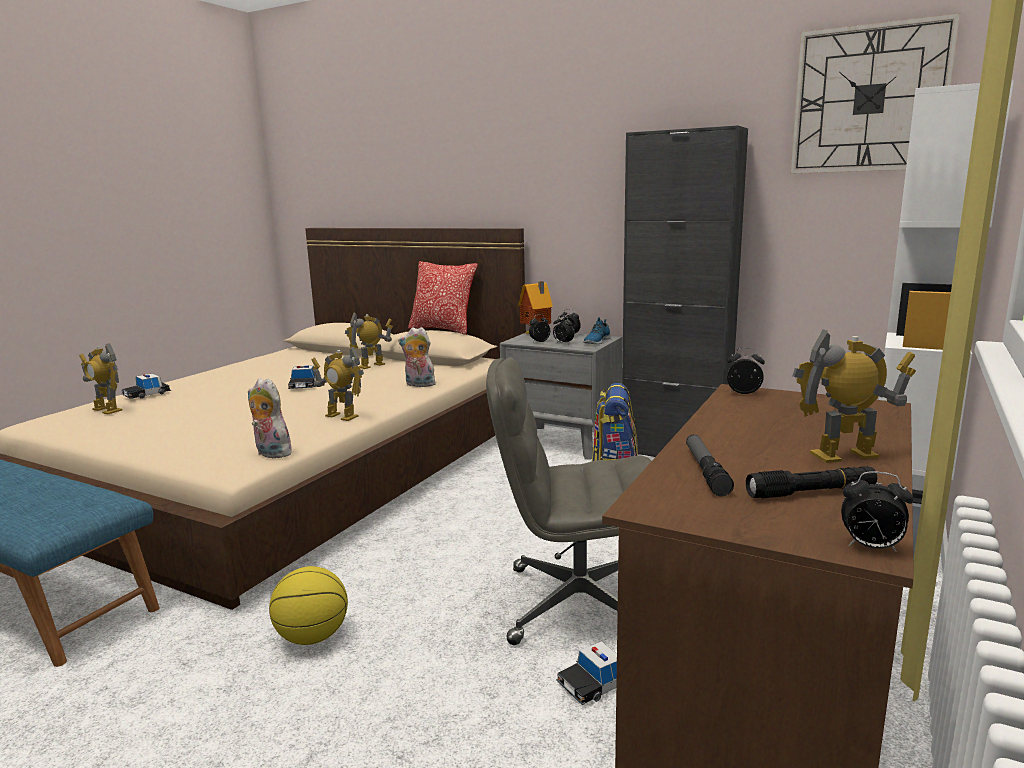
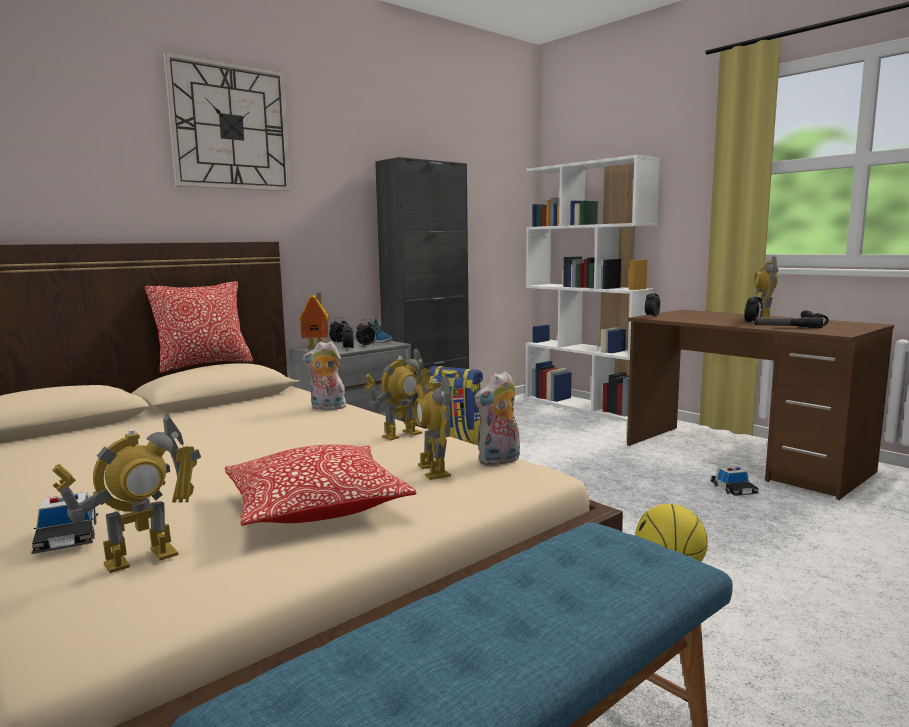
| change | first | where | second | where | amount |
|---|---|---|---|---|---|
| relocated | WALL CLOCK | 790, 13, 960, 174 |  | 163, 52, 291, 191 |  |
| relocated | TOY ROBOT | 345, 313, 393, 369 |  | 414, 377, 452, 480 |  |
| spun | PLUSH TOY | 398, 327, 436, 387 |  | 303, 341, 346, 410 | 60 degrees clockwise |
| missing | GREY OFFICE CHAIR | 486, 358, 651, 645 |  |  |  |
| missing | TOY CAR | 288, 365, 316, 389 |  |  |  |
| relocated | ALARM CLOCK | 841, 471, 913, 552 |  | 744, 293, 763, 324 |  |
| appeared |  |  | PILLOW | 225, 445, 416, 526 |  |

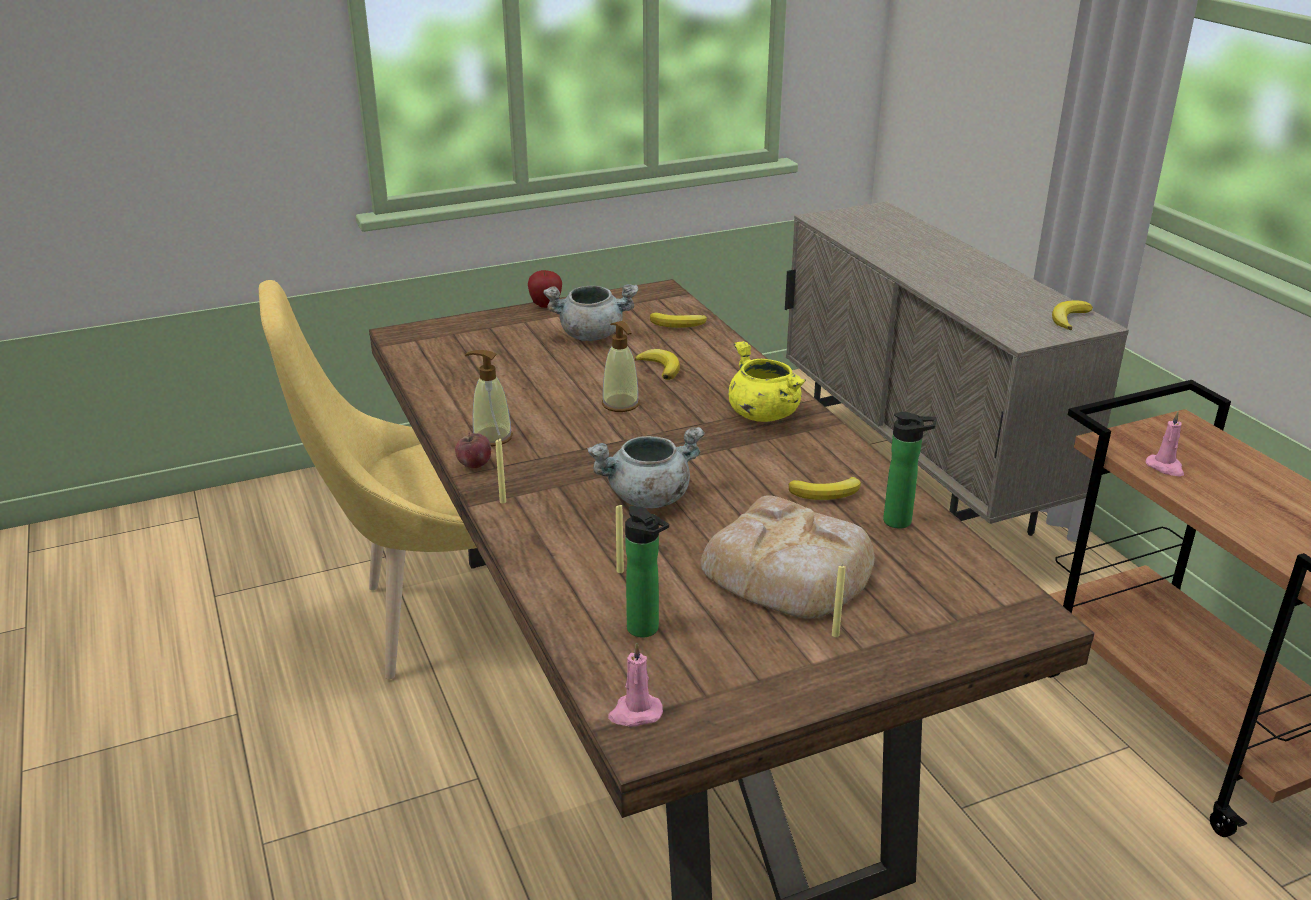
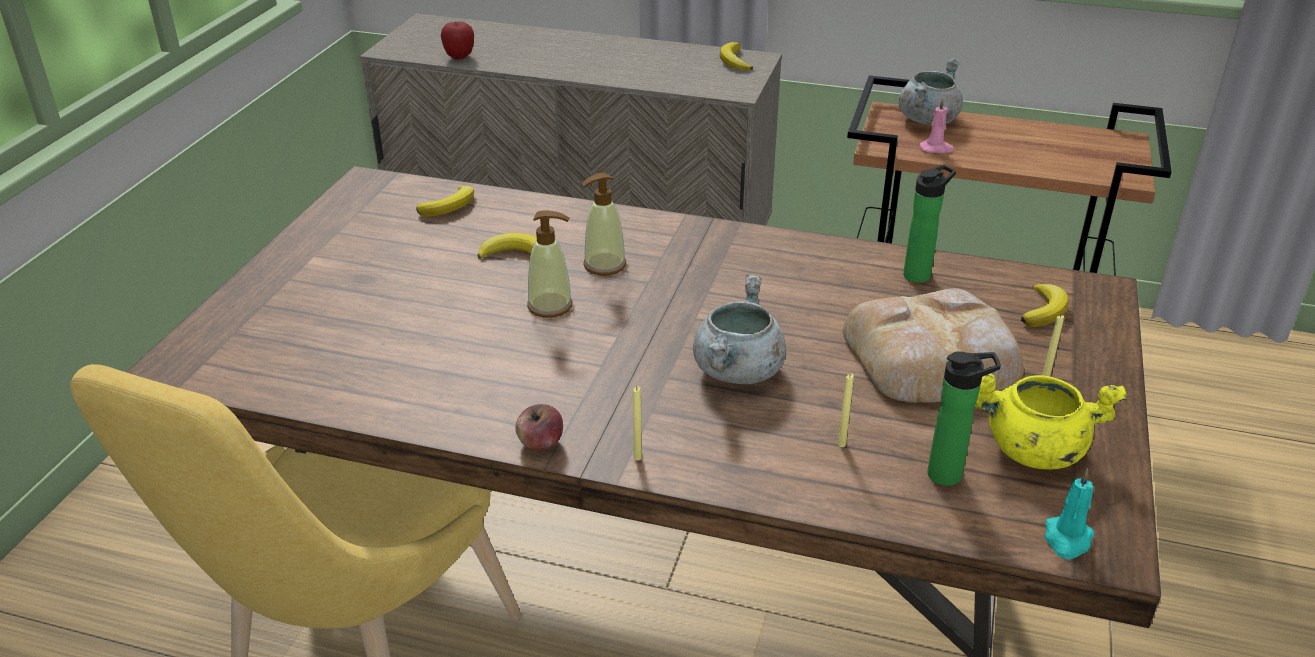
| change | first | where | second | where | amount |
|---|---|---|---|---|---|
| relocated | APPLE | 528, 270, 562, 308 |  | 441, 22, 474, 59 |  |
| relocated | GREY COOKING POT | 544, 285, 638, 341 |  | 899, 58, 963, 125 |  |
| relocated | YELLOW COOKING POT | 728, 341, 806, 422 |  | 975, 373, 1127, 470 |  |
| relocated | SOAP DISPENSER | 465, 350, 513, 446 |  | 581, 173, 626, 275 |  |
| relocated | BANANA | 789, 477, 861, 500 |  | 1021, 284, 1068, 327 |  |
| colour | PINK CANDLE | 608, 642, 663, 727 | TURQUOISE CANDLE | 1045, 468, 1094, 559 |  |

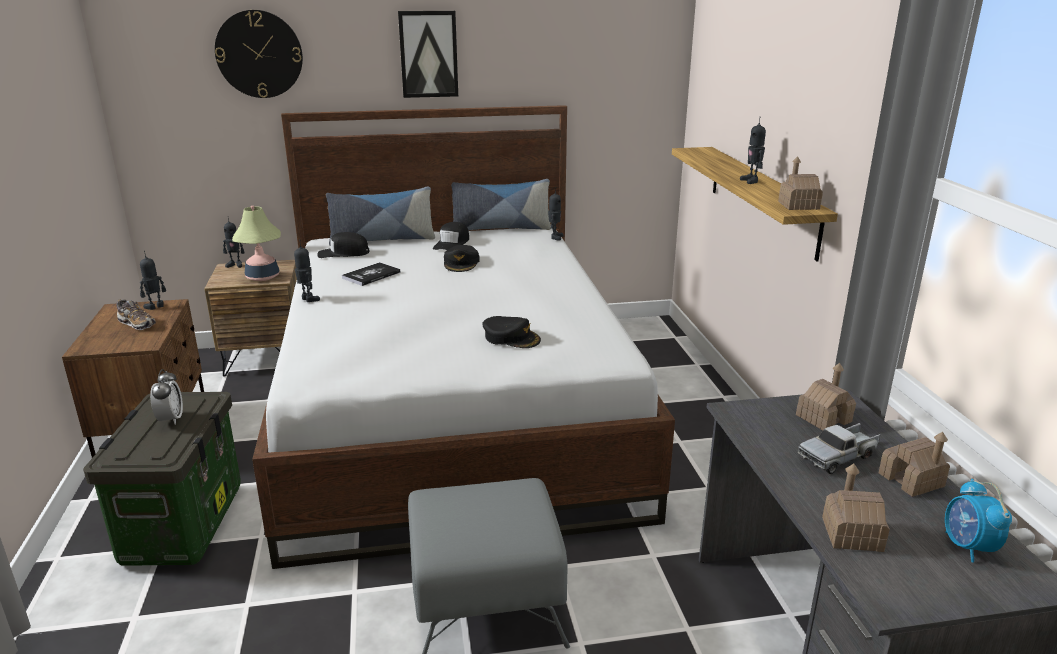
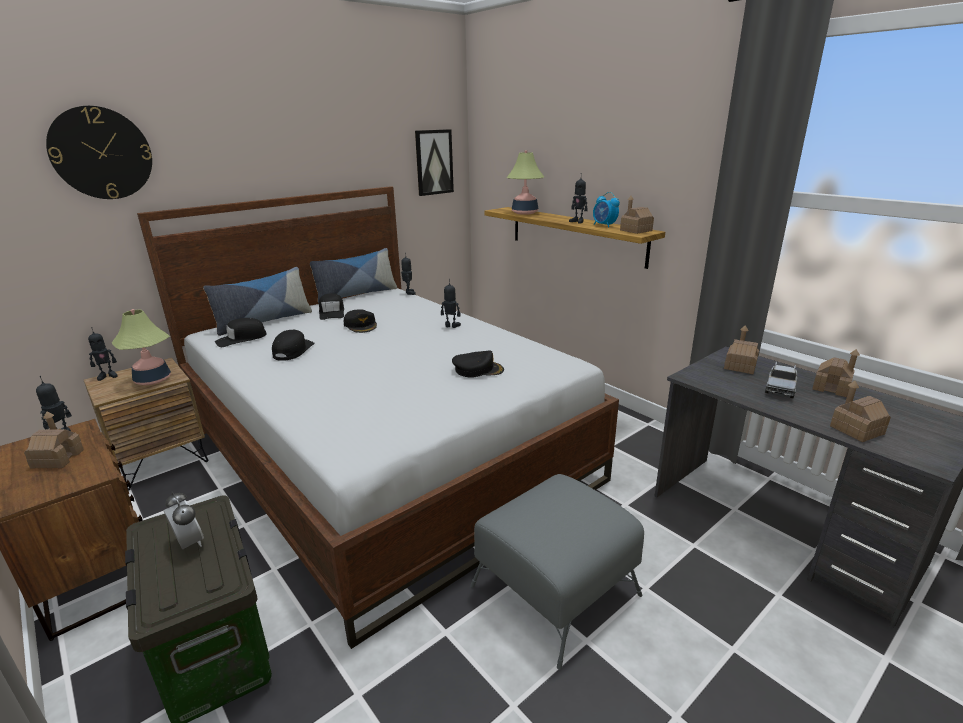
| change | first | where | second | where | amount |
|---|---|---|---|---|---|
| relocated | PICTURE | 398, 11, 458, 98 |  | 415, 129, 454, 196 |  |
| relocated | TOY ROBOT | 294, 240, 320, 302 |  | 441, 282, 461, 328 |  |
| exchanged | BOOK | 342, 262, 400, 286 | BLACK CAP | 272, 330, 315, 361 |  |
| exchanged | SHOE | 116, 299, 156, 330 | TOY HOUSE | 24, 411, 84, 469 |  |
| relocated | ALARM CLOCK | 945, 479, 1012, 563 |  | 593, 192, 620, 228 |  |
| appeared |  |  | TABLE LAMP | 507, 150, 544, 215 |  |

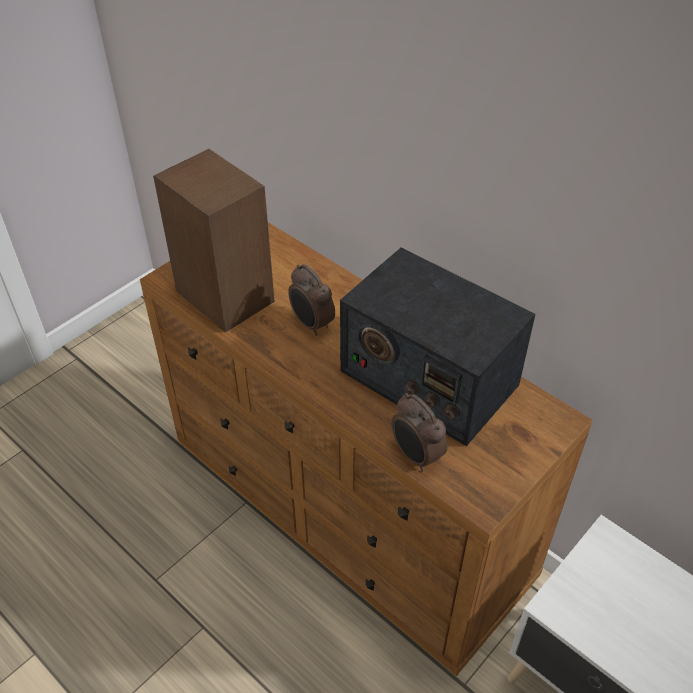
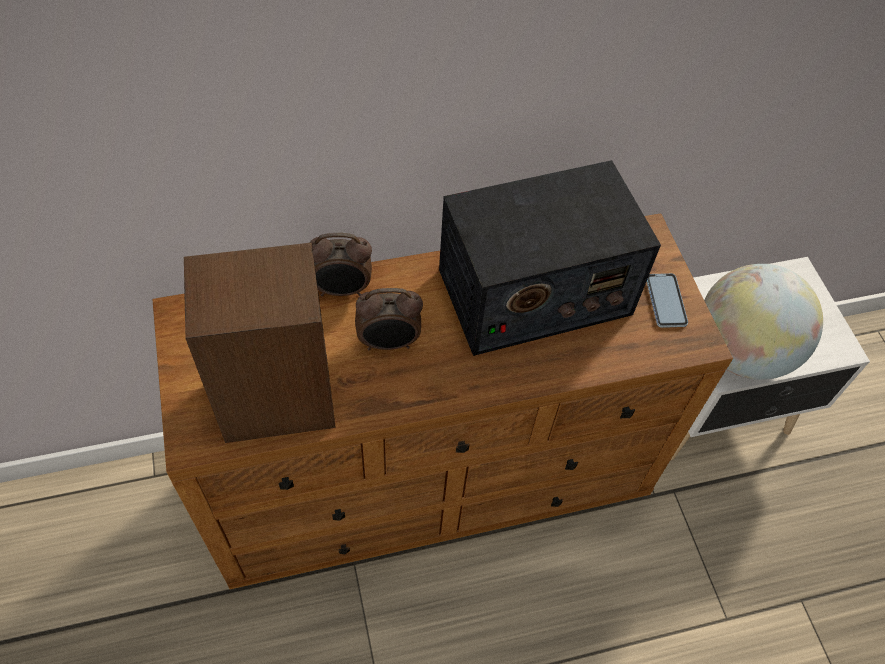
| change | first | where | second | where | amount |
|---|---|---|---|---|---|
| relocated | ALARM CLOCK | 391, 393, 447, 471 |  | 309, 233, 372, 296 |  |
| appeared |  |  | GLOBE | 704, 264, 823, 380 |  |
| appeared |  |  | PHONE | 646, 273, 688, 328 |  |

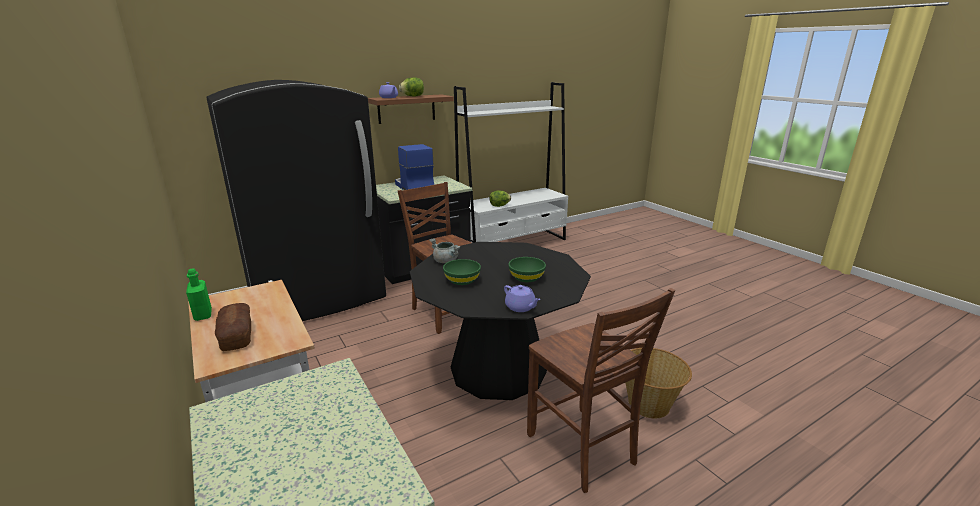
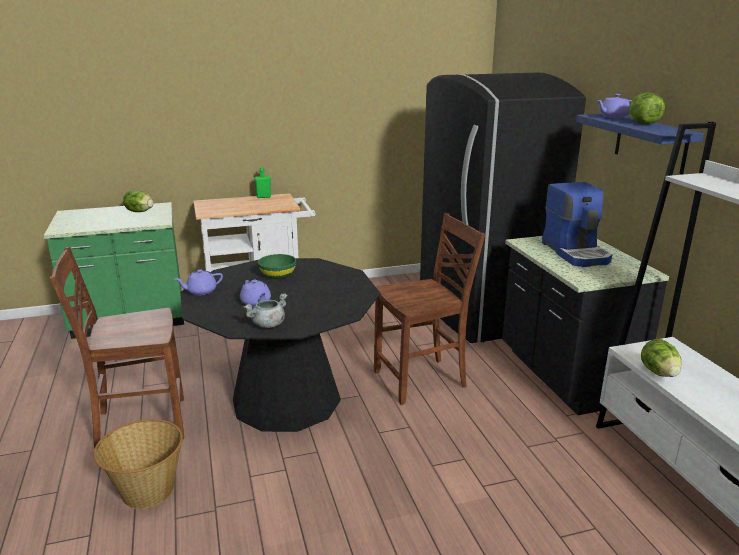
| change | first | where | second | where | amount |
|---|---|---|---|---|---|
| colour | BROWN SHELF | 368, 94, 454, 124 | BLUE SHELF | 576, 114, 704, 174 |  |
| spun | COFFEE MACHINE | 395, 144, 434, 190 |  | 542, 182, 612, 267 | 90 degrees clockwise |
| relocated | GREY COOKING POT | 429, 238, 460, 263 |  | 244, 293, 288, 328 |  |
| exchanged | GREEN BOWL | 509, 257, 546, 282 | PURPLE TEAPOT | 240, 280, 271, 307 |  |
| missing | BREAD | 215, 303, 251, 351 |  |  |  |
| appeared |  |  | LETTUCE | 123, 190, 153, 212 |  |

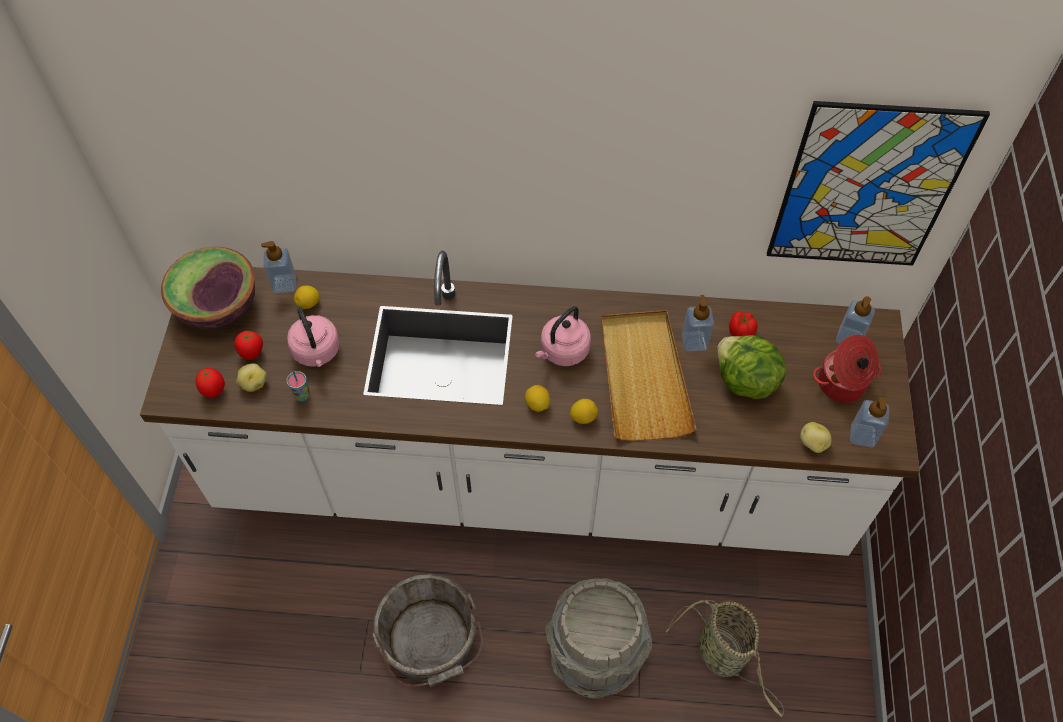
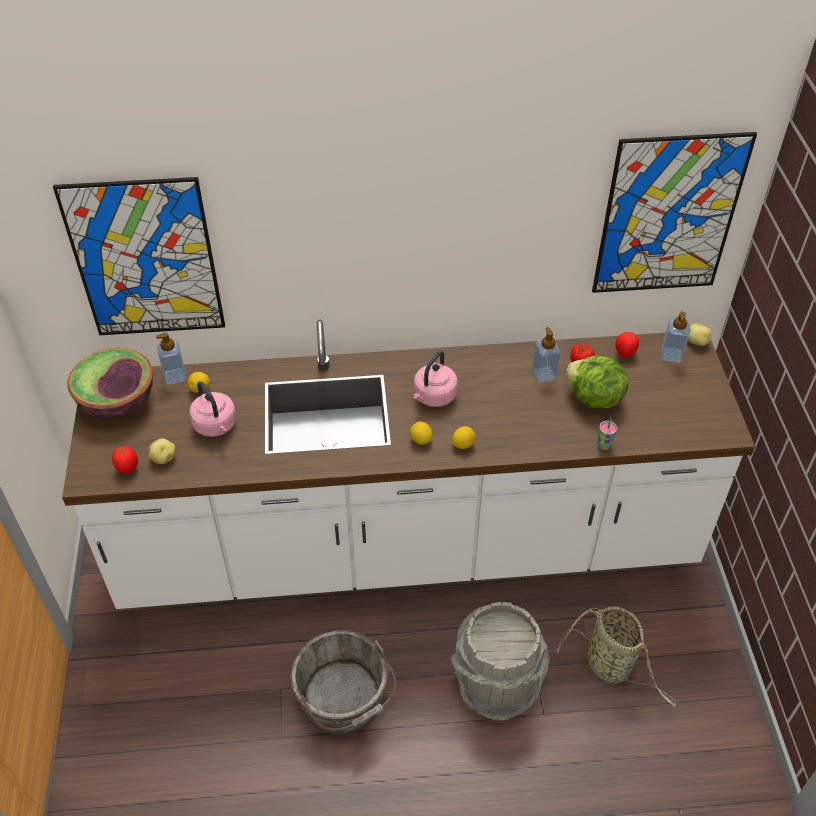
| change | first | where | second | where | amount |
|---|---|---|---|---|---|
| missing | BEIGE TRAY | 601, 310, 696, 441 |  |  |  |
| relocated | TOMATO | 234, 331, 263, 360 |  | 615, 332, 639, 357 |  |
| missing | COOKING POT | 813, 335, 882, 403 |  |  |  |
| relocated | CUP | 286, 371, 310, 401 |  | 597, 417, 617, 450 |  |
| missing | SOAP DISPENSER | 850, 397, 890, 448 |  |  |  |
| relocated | POTATO | 800, 422, 832, 453 |  | 688, 324, 712, 346 |  |
| appeared |  |  | PICTURE | 53, 177, 225, 335 |  |

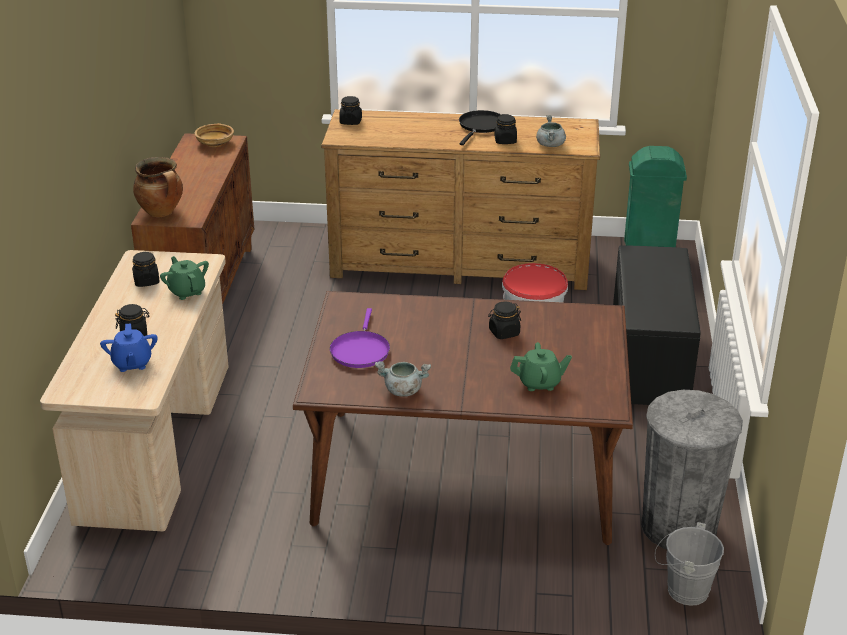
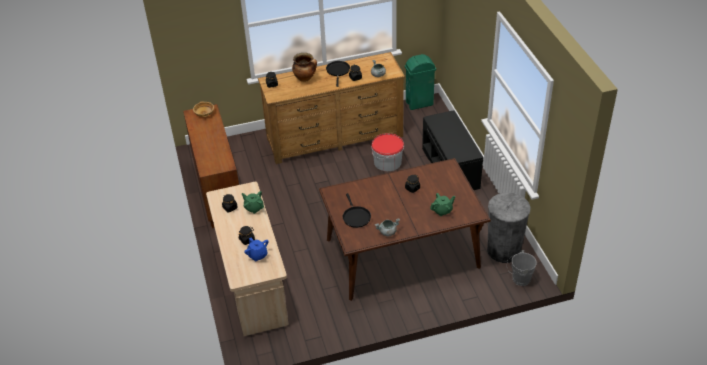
| change | first | where | second | where | amount |
|---|---|---|---|---|---|
| relocated | COOKING POT | 133, 157, 183, 217 |  | 292, 53, 317, 82 |  |
| colour | PURPLE FRYING PAN | 330, 308, 390, 368 | BLACK FRYING PAN | 343, 193, 371, 228 |  |

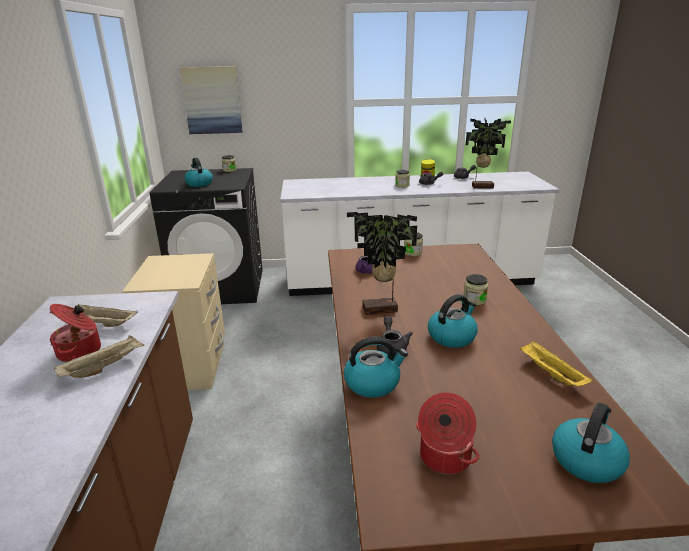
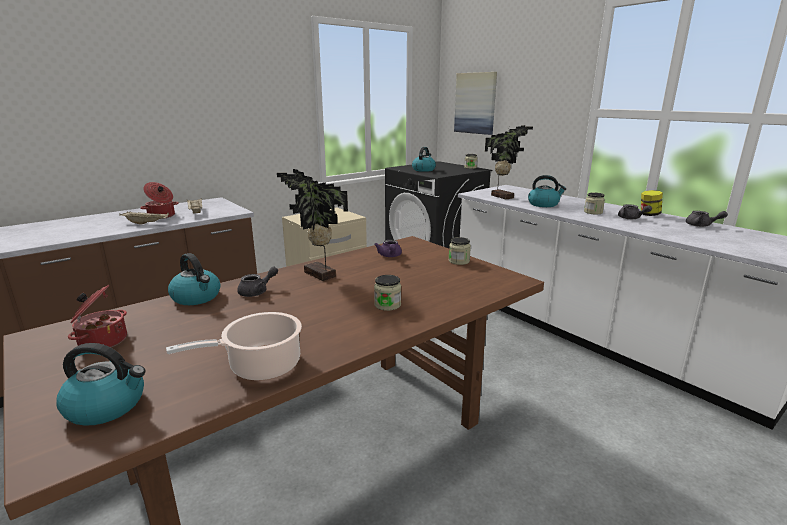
| change | first | where | second | where | amount |
|---|---|---|---|---|---|
| relocated | POTTED PLANT | 466, 118, 511, 189 |  | 485, 125, 533, 199 |  |
| relocated | KETTLE | 428, 294, 478, 348 |  | 528, 175, 566, 207 |  |
| exchanged | YELLOW TRAY | 520, 341, 593, 386 | COOKING POT | 166, 312, 302, 381 |  |

